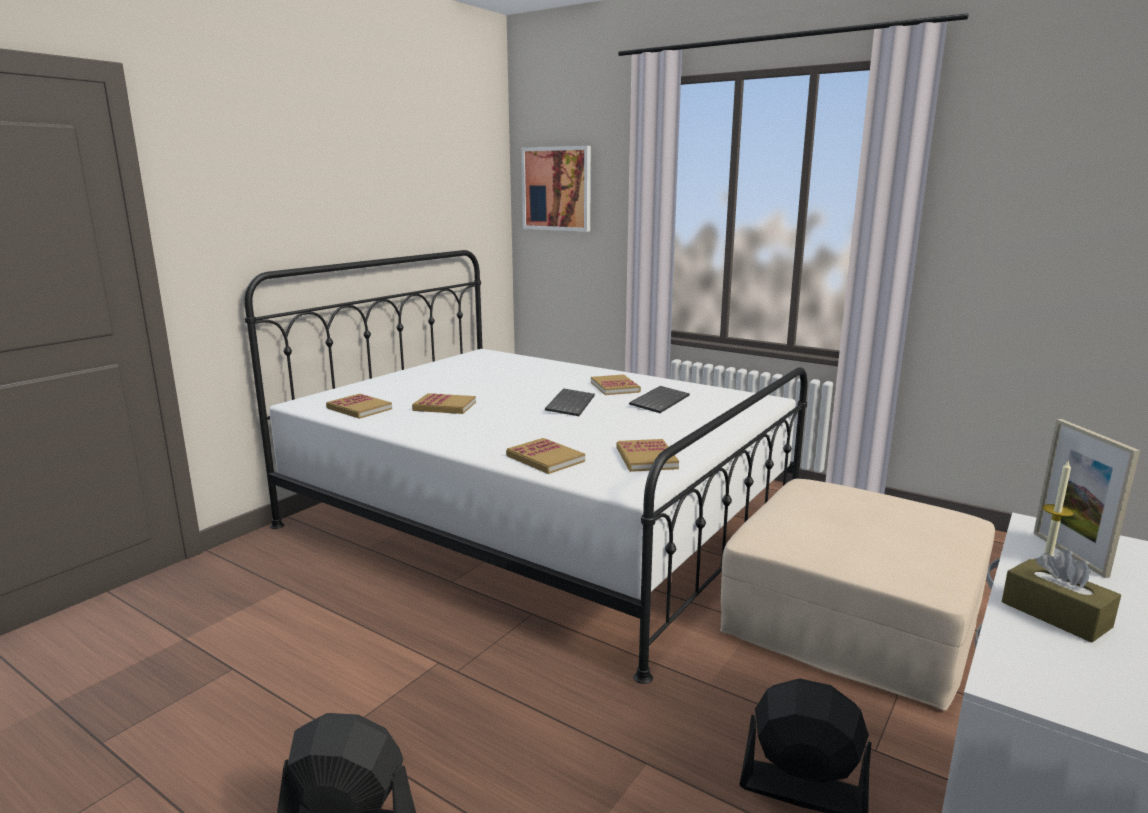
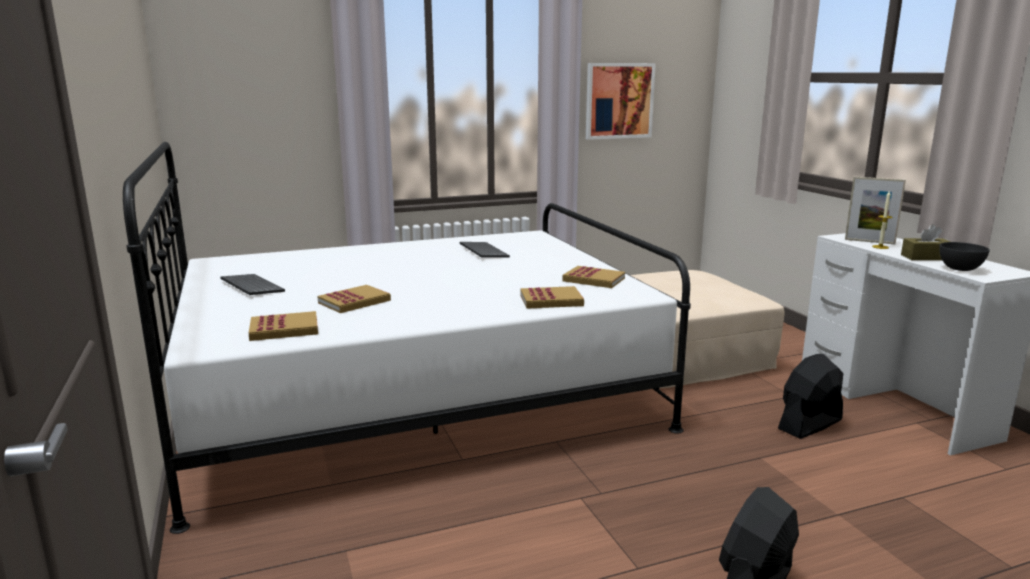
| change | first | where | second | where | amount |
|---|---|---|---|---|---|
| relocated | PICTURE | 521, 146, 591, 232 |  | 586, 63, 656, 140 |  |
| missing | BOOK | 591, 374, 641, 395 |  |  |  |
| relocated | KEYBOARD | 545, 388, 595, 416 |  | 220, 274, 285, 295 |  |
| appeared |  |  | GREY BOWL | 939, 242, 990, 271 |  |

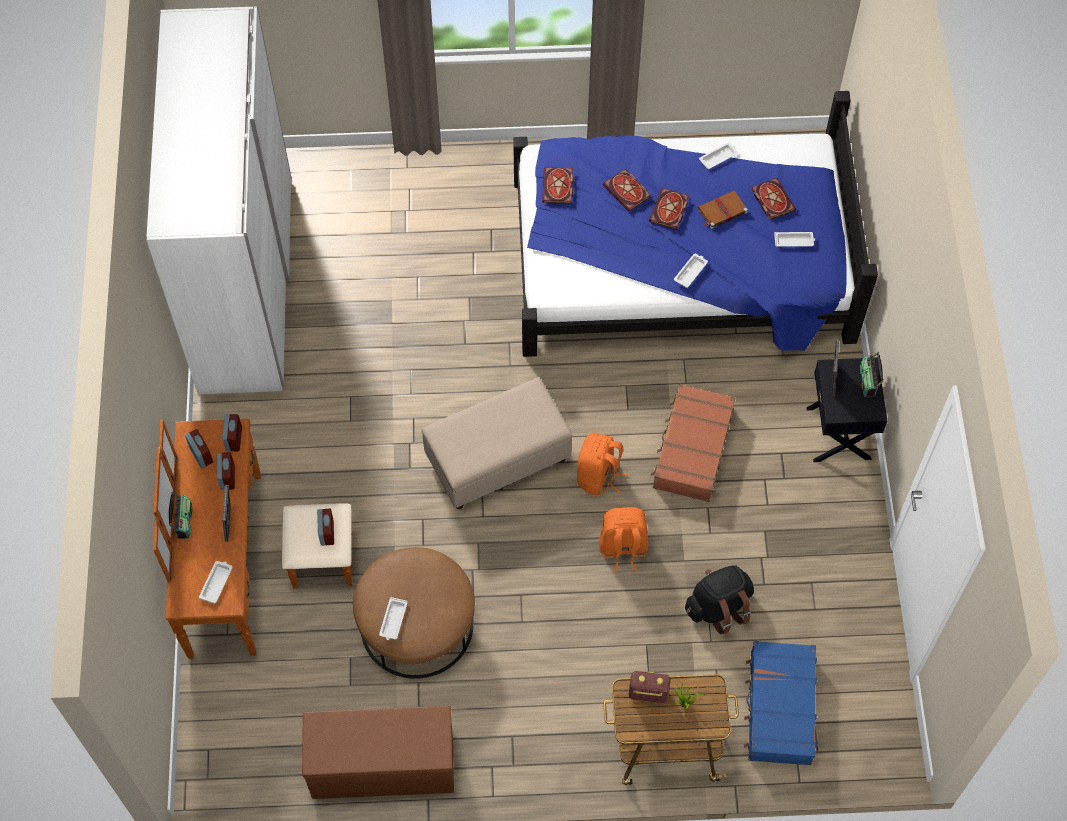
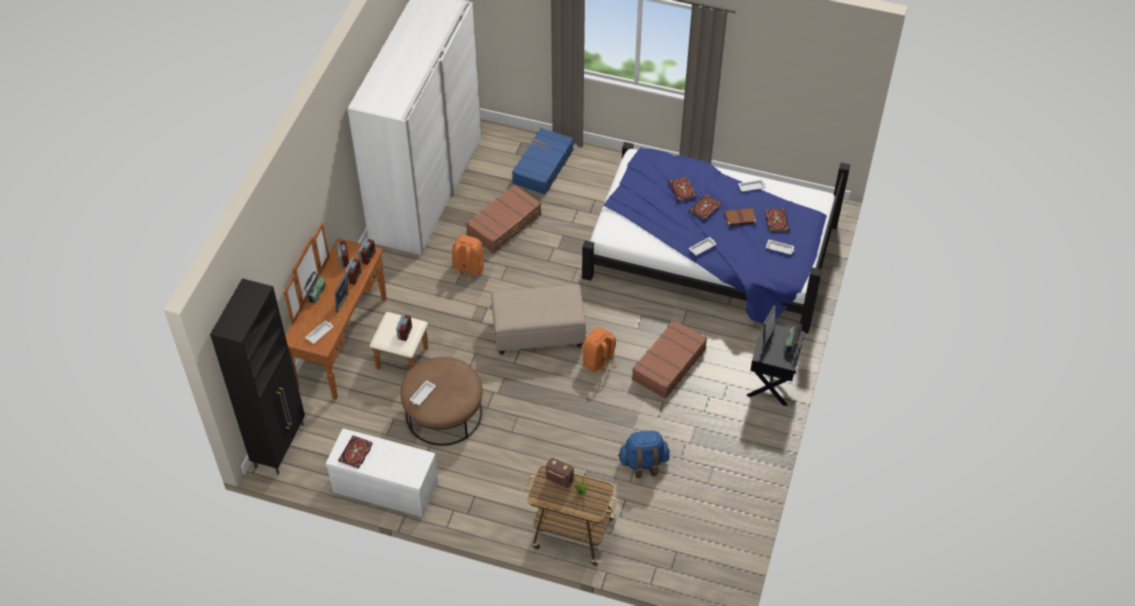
| change | first | where | second | where | amount |
|---|---|---|---|---|---|
| relocated | BOOK | 542, 167, 574, 204 |  | 338, 435, 373, 469 |  |
| relocated | ORANGE BACKPACK | 599, 507, 648, 573 |  | 452, 235, 484, 283 |  |
| colour | BLACK BACKPACK | 685, 565, 754, 634 | BLUE BACKPACK | 618, 430, 670, 478 |  |
| relocated | BLUE SUITCASE | 744, 641, 817, 765 |  | 512, 128, 574, 195 |  |
| colour | BROWN BENCH | 302, 706, 454, 799 | WHITE BENCH | 326, 428, 438, 517 |  |
| appeared |  |  | BROWN SUITCASE | 466, 184, 541, 254 |  |
| appeared |  |  | BLACK CABINET | 210, 278, 305, 475 |  |

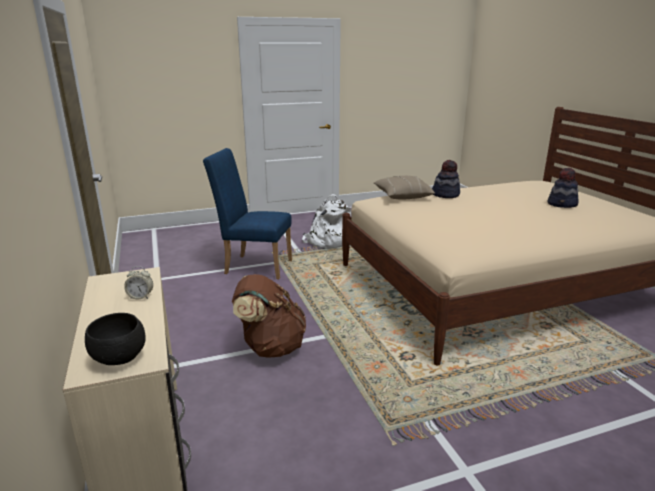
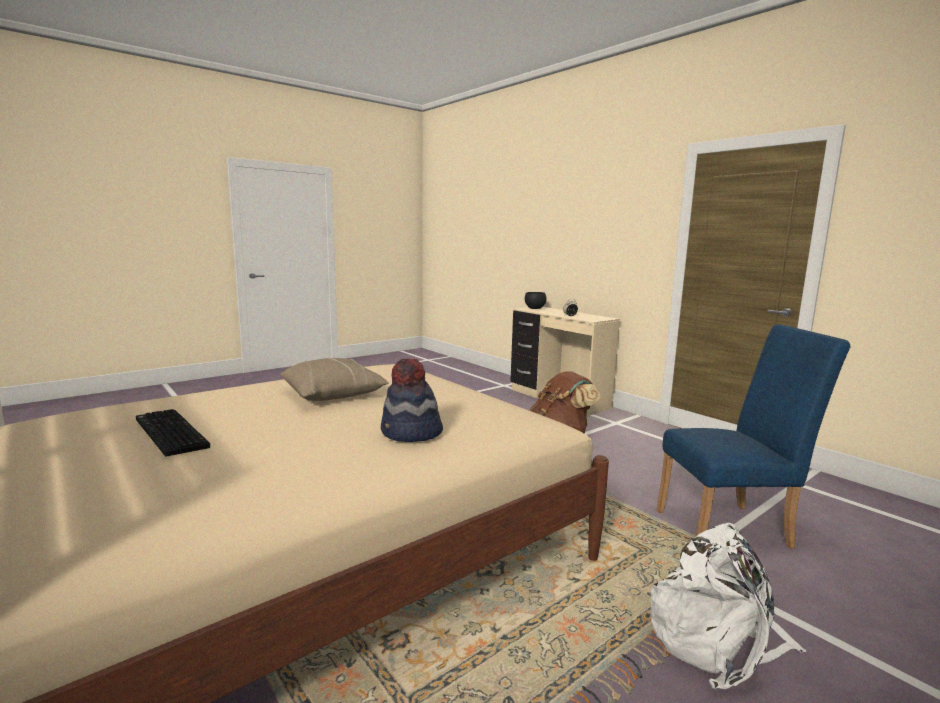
| change | first | where | second | where | amount |
|---|---|---|---|---|---|
| exchanged | HAT | 548, 168, 579, 208 | KEYBOARD | 136, 409, 210, 457 |  |
| relocated | BEIGE PILLOW | 374, 176, 435, 200 |  | 281, 358, 389, 401 |  |

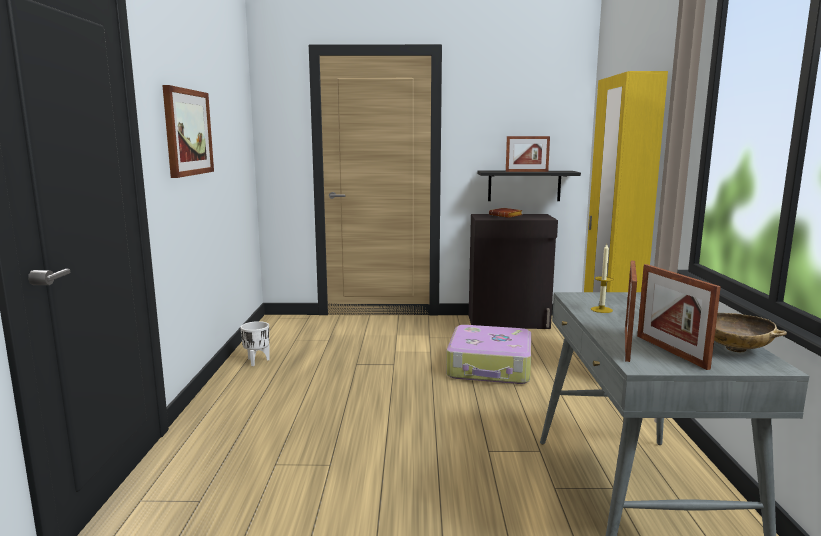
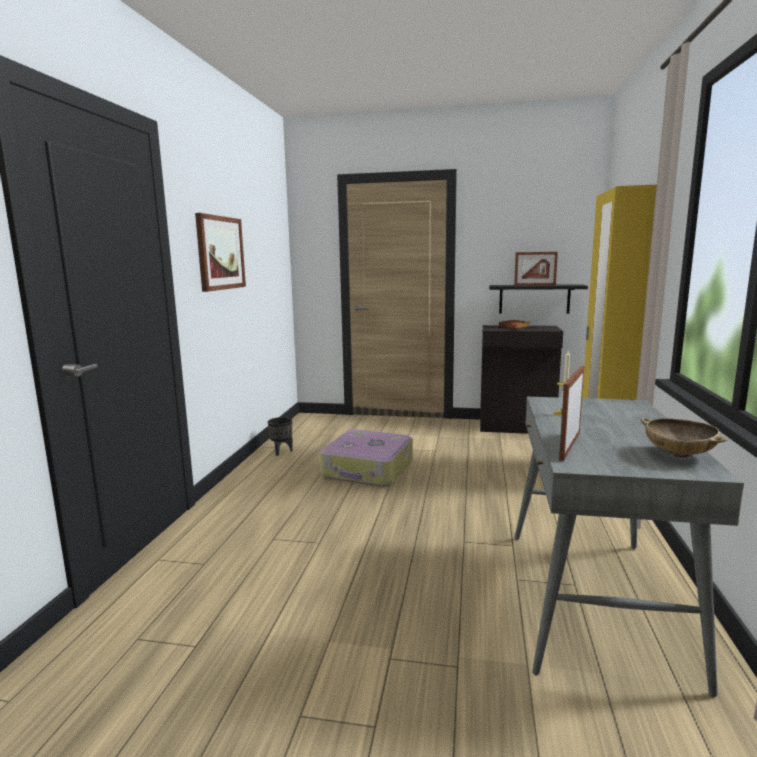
| change | first | where | second | where | amount |
|---|---|---|---|---|---|
| missing | PICTURE FRAME | 637, 264, 721, 370 |  |  |  |
| colour | WHITE PLANTER | 240, 321, 270, 366 | BLACK PLANTER | 268, 417, 293, 456 |  |
| relocated | SUITCASE | 446, 325, 531, 384 |  | 320, 429, 413, 487 |  |

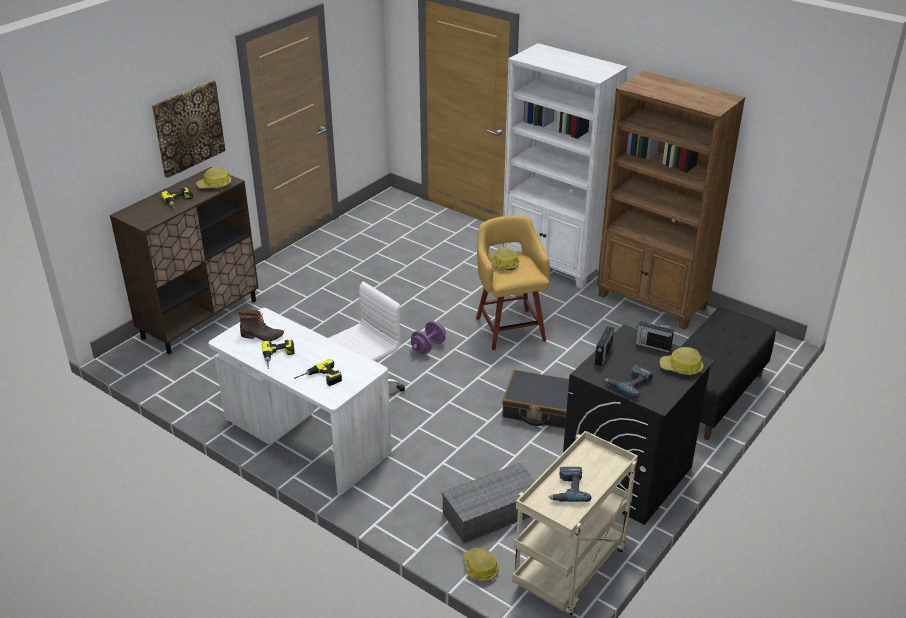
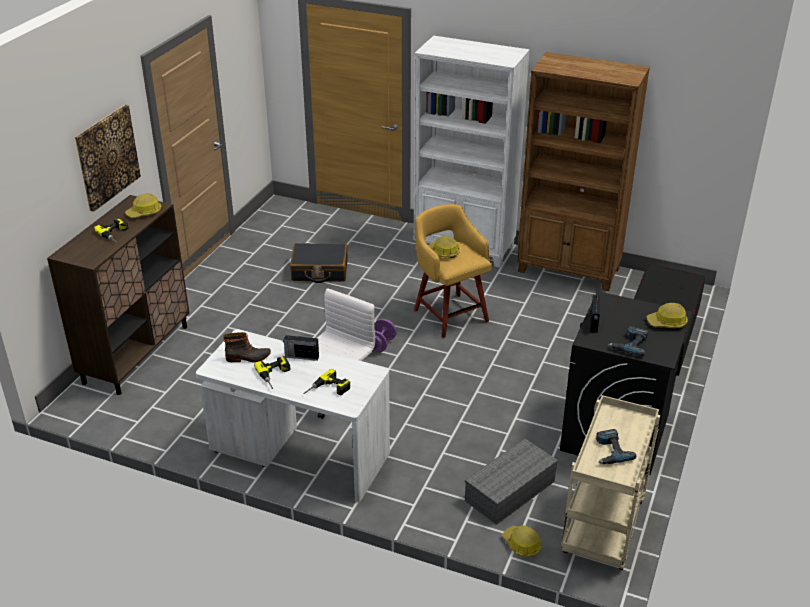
| change | first | where | second | where | amount |
|---|---|---|---|---|---|
| relocated | RADIO | 636, 321, 674, 353 |  | 283, 335, 319, 361 |  |
| relocated | BLACK SUITCASE | 502, 370, 569, 429 |  | 290, 243, 348, 283 |  |

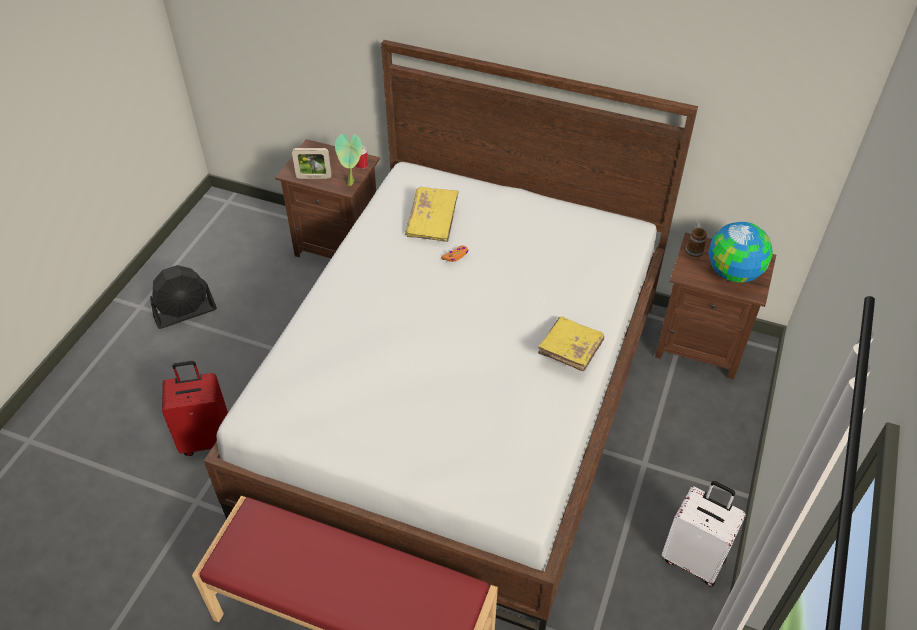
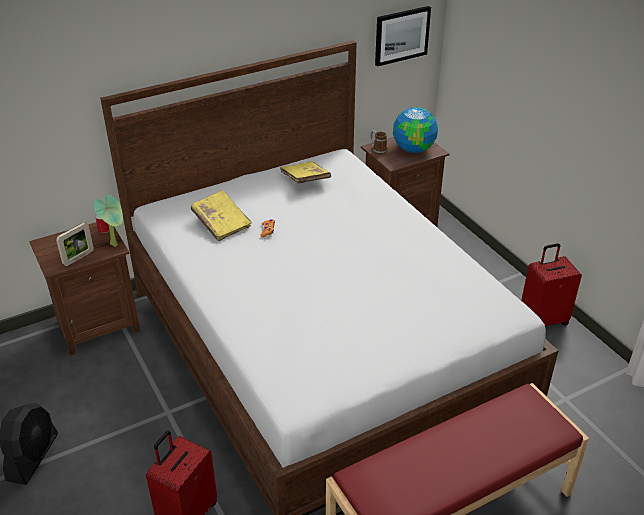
| change | first | where | second | where | amount |
|---|---|---|---|---|---|
| relocated | YELLOW BOOK | 538, 316, 604, 371 |  | 280, 161, 331, 184 |  |
| colour | WHITE SUITCASE | 662, 481, 746, 587 | RED SUITCASE | 521, 243, 582, 326 |  |
| appeared |  |  | PICTURE | 375, 6, 431, 67 |  |

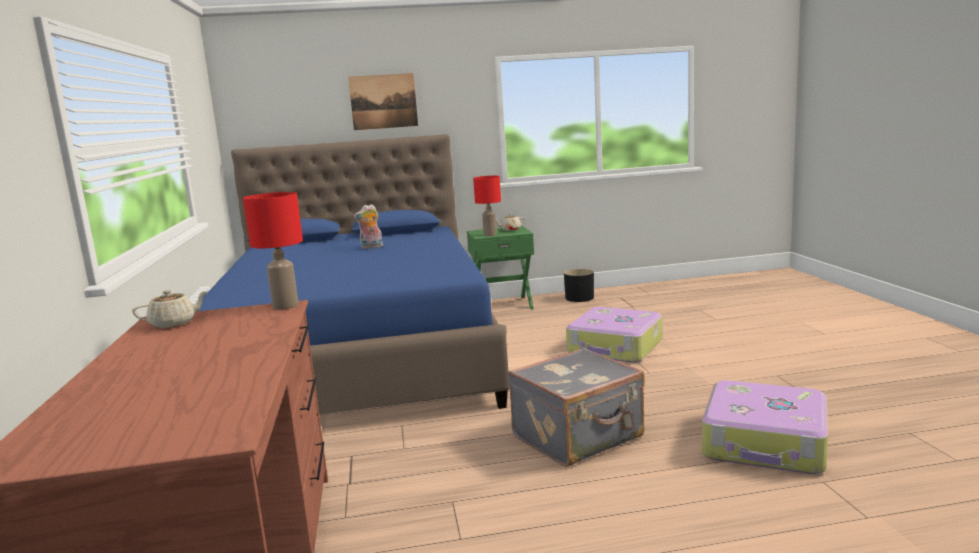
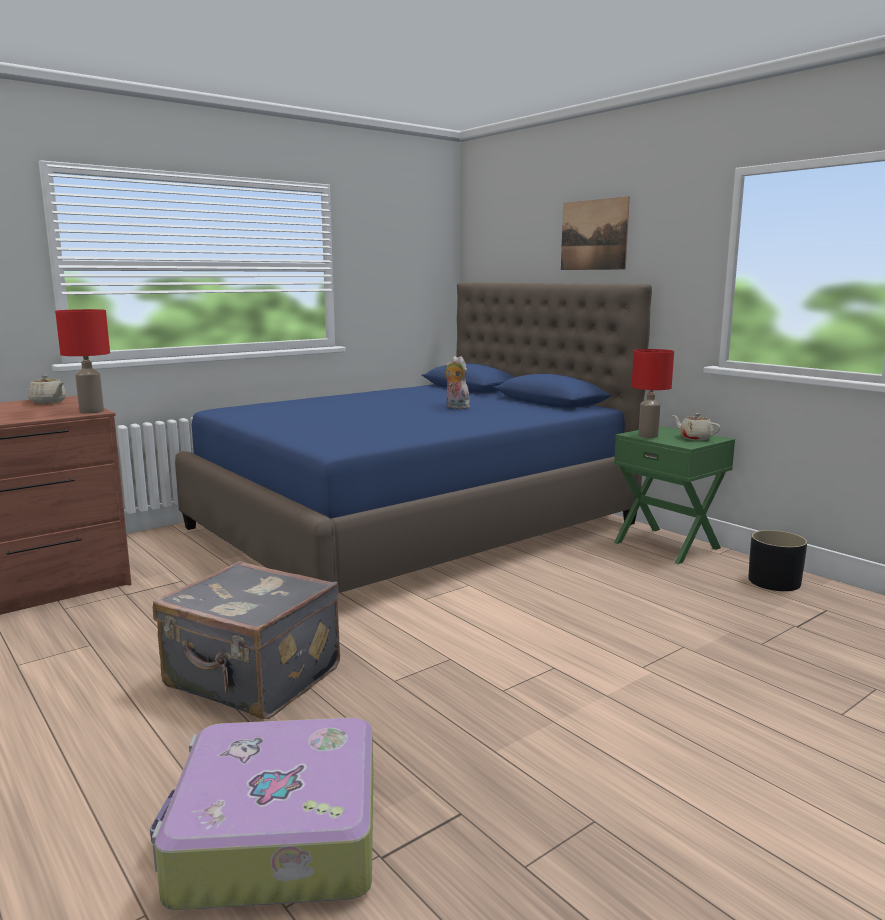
| change | first | where | second | where | amount |
|---|---|---|---|---|---|
| missing | SUITCASE | 566, 307, 663, 363 |  |  |  |

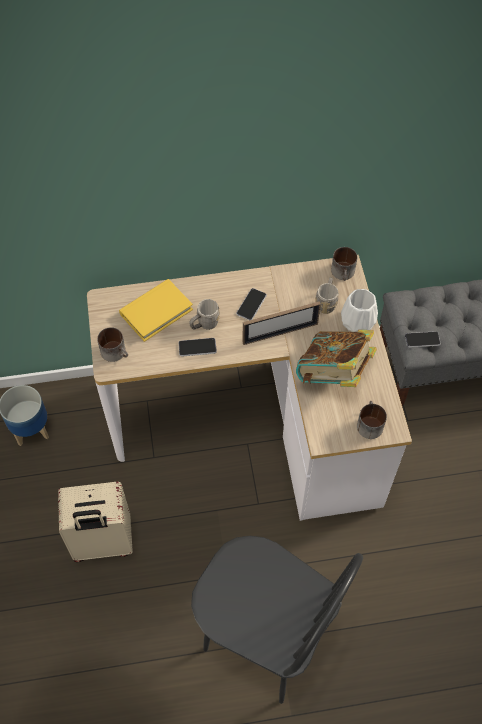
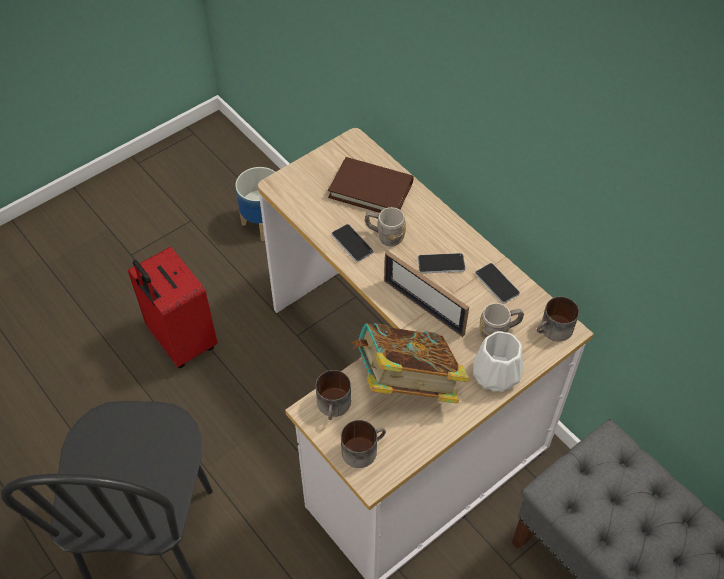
| change | first | where | second | where | amount |
|---|---|---|---|---|---|
| colour | YELLOW BOOK | 119, 279, 193, 342 | BROWN BOOK | 328, 157, 413, 213 |  |
| relocated | MUG | 97, 327, 128, 362 |  | 316, 370, 351, 420 |  |
| relocated | PHONE | 405, 331, 441, 348 |  | 475, 263, 520, 304 |  |
| colour | BEIGE SUITCASE | 58, 482, 133, 562 | RED SUITCASE | 128, 247, 217, 368 |  |

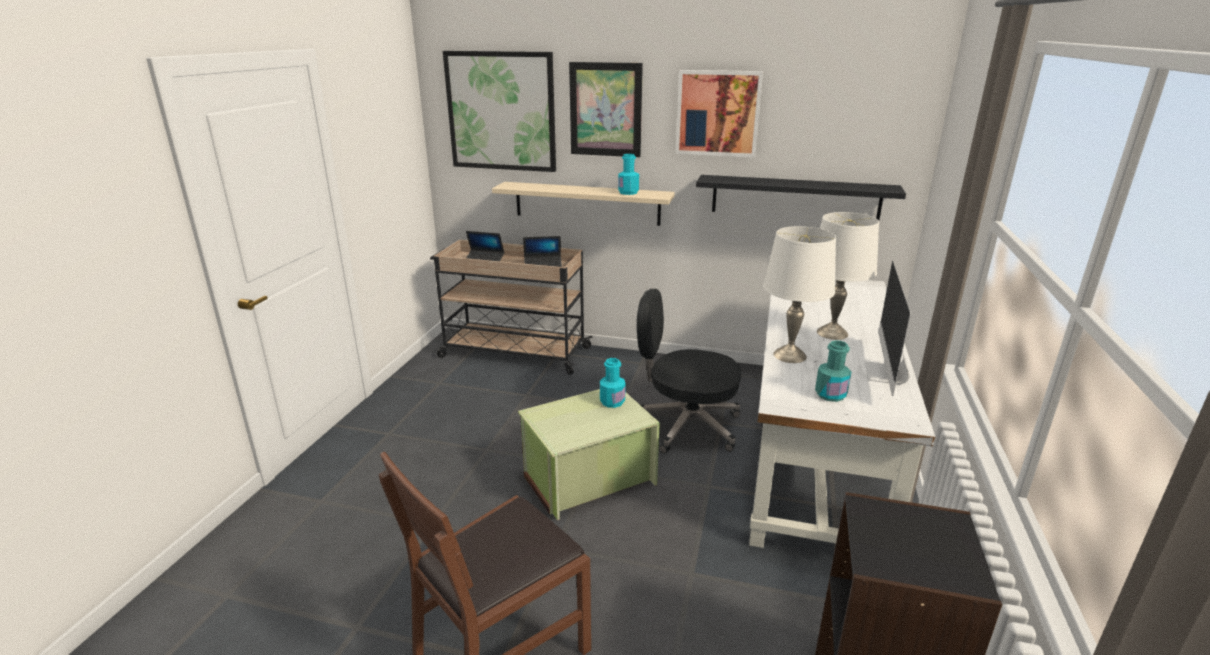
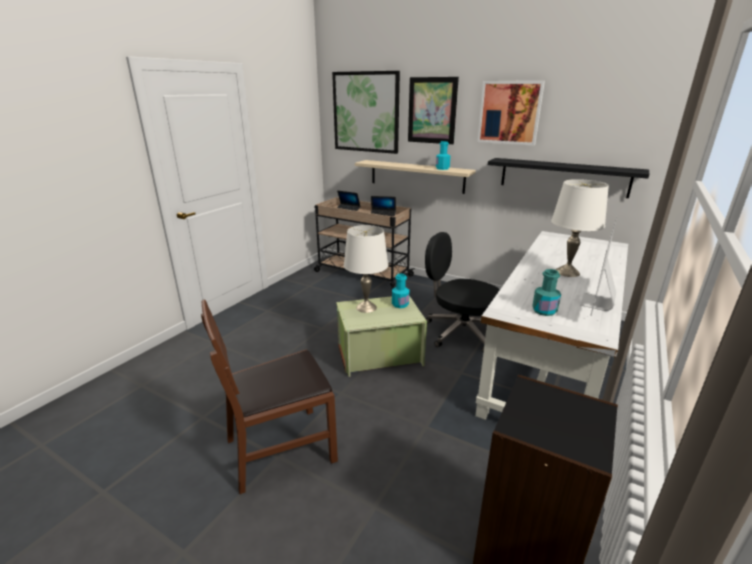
| change | first | where | second | where | amount |
|---|---|---|---|---|---|
| relocated | WHITE TABLE LAMP | 763, 226, 836, 363 |  | 344, 225, 388, 313 |  |

